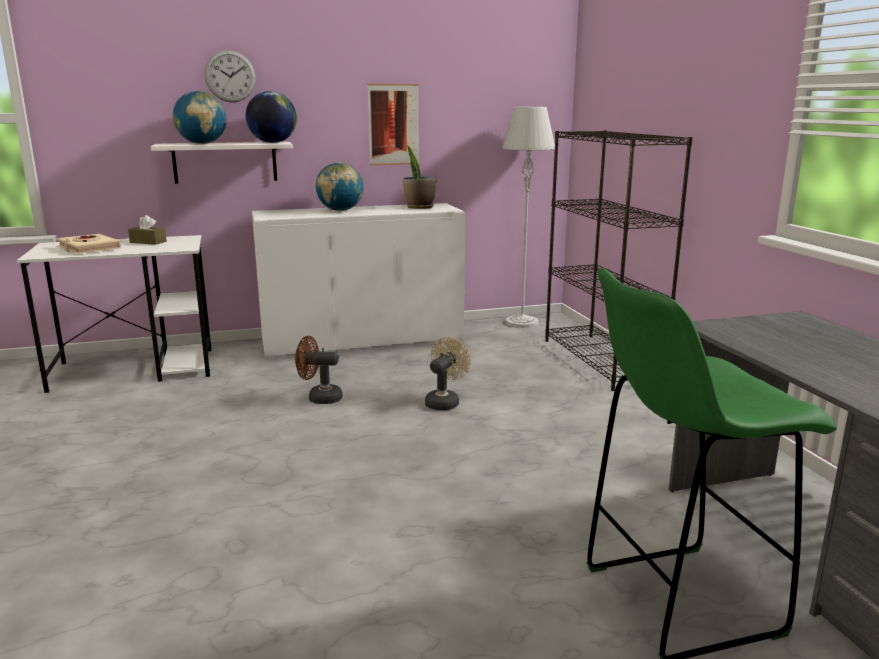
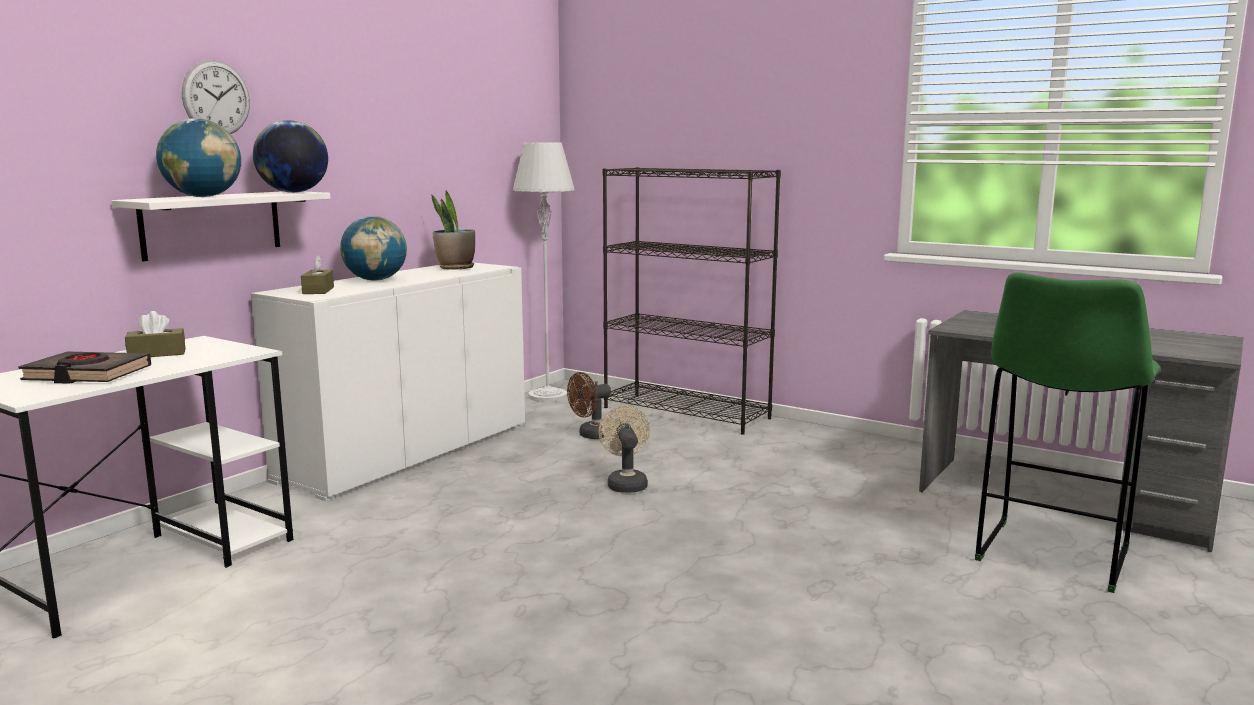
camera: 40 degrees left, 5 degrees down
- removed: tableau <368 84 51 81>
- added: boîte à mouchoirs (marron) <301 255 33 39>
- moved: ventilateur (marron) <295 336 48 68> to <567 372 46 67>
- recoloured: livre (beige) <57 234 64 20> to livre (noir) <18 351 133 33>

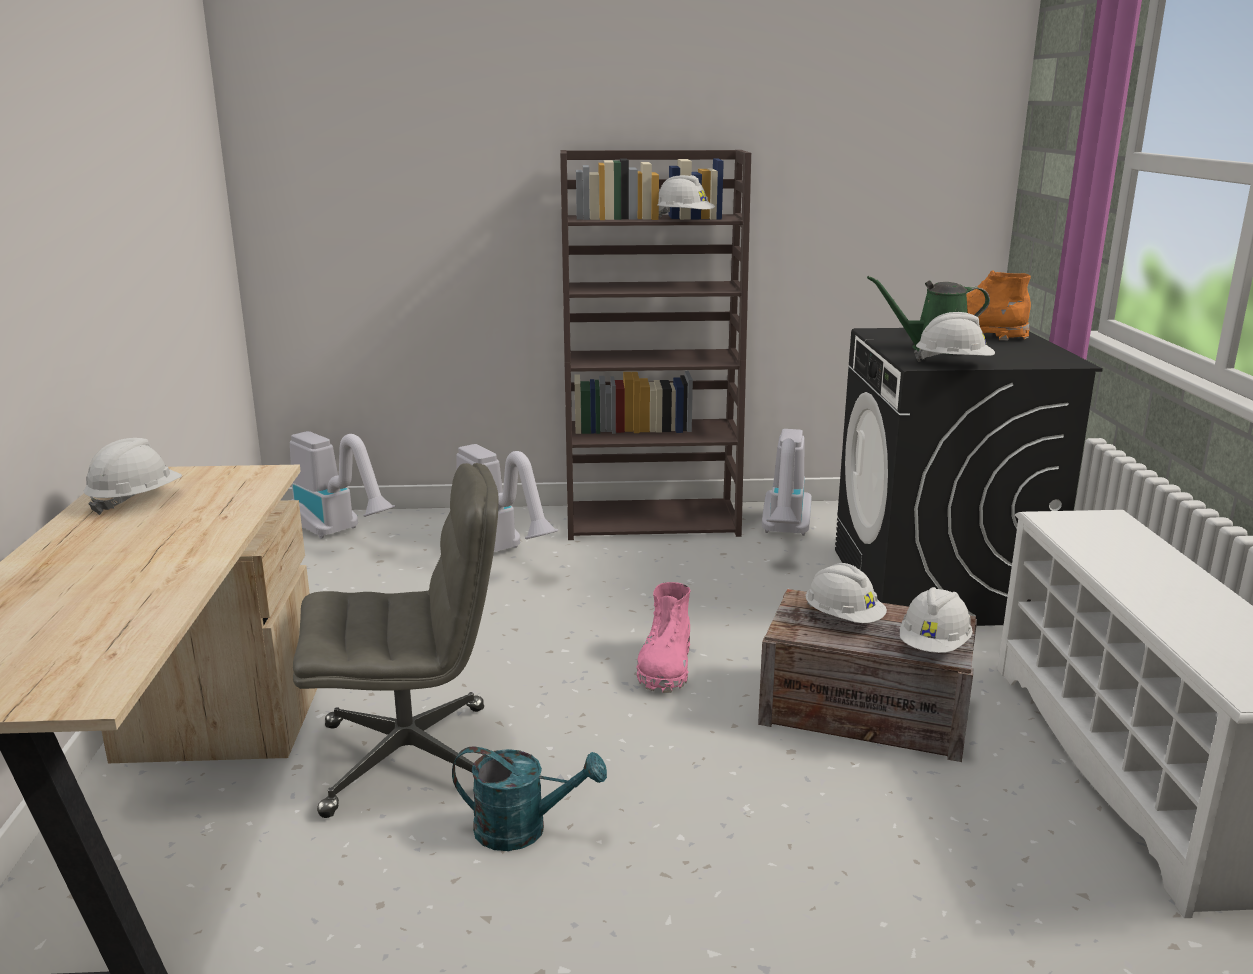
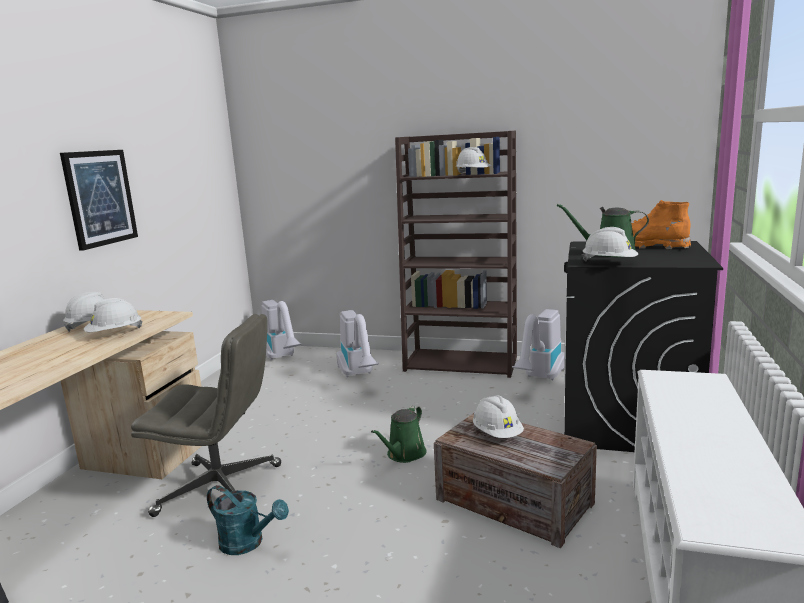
camera: 20 degrees right, 5 degrees down
- added: tableau <60 150 78 101>
- moved: casque de chantier (blanc) <900 587 73 66> to <84 298 59 34>
- replaced: botte (rose) <636 582 55 111> to arrosoir (vert) <371 406 56 57>

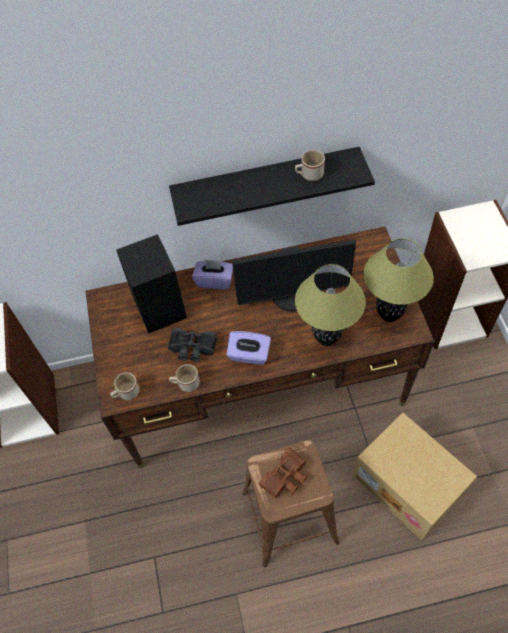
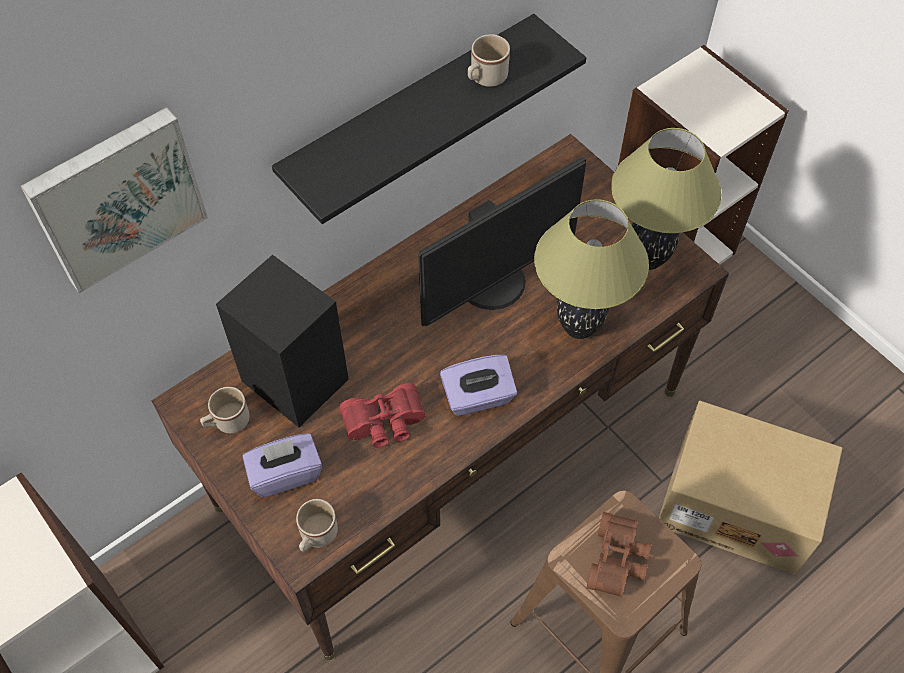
camera: 30 degrees left, 0 degrees up
- added: tableau <20 107 188 186>
- moved: mug (beige) <169 364 31 28> to <200 387 50 46>
- moved: boîte à mouchoirs (violet) <192 259 41 30> to <243 433 79 65>
- recoloured: jumelles (noir) <168 328 49 34> to jumelles (rouge) <339 383 86 65>

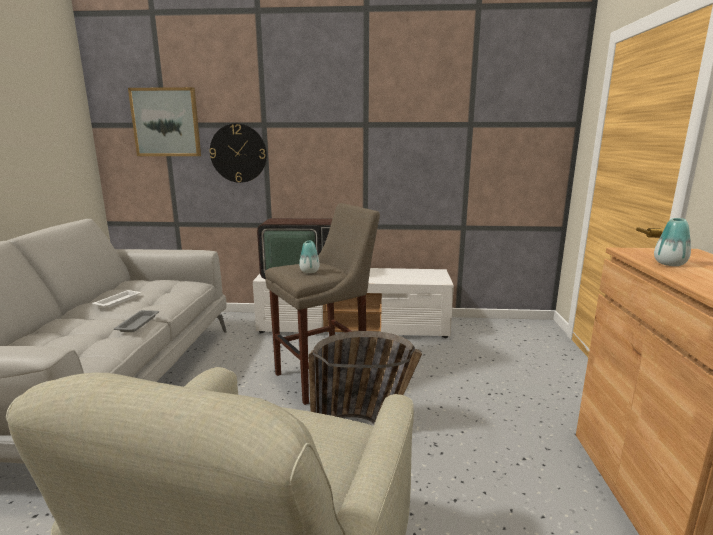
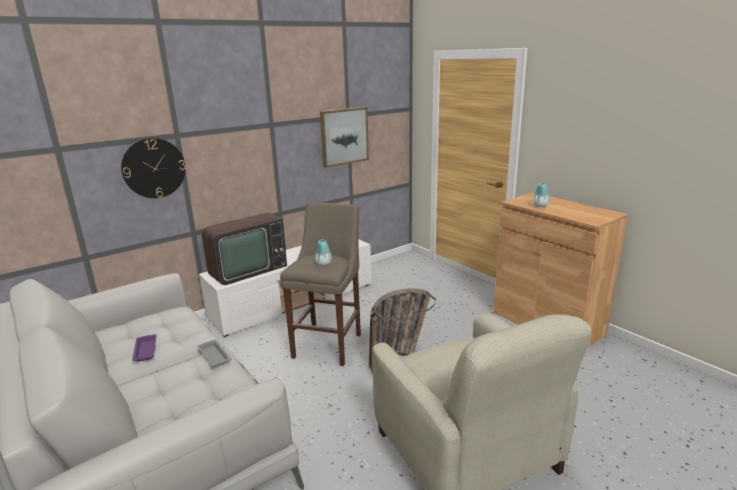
camera: 40 degrees left, 5 degrees up
- moved: tableau <128 87 73 69> to <320 107 49 61>
- recoloured: plateau (blanc) <92 290 49 18> to plateau (violet) <132 334 25 28>

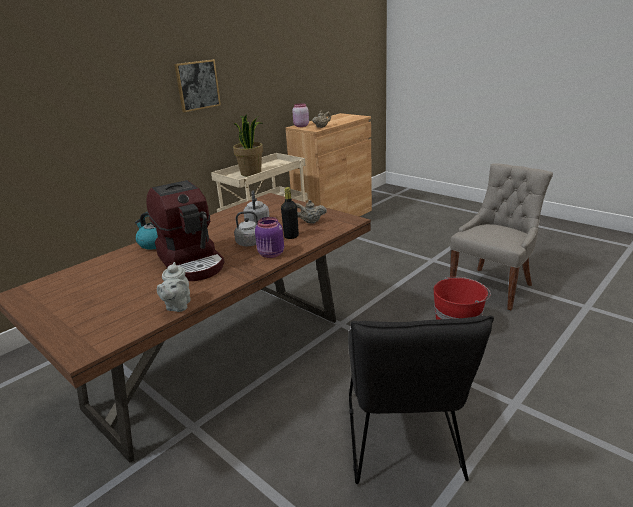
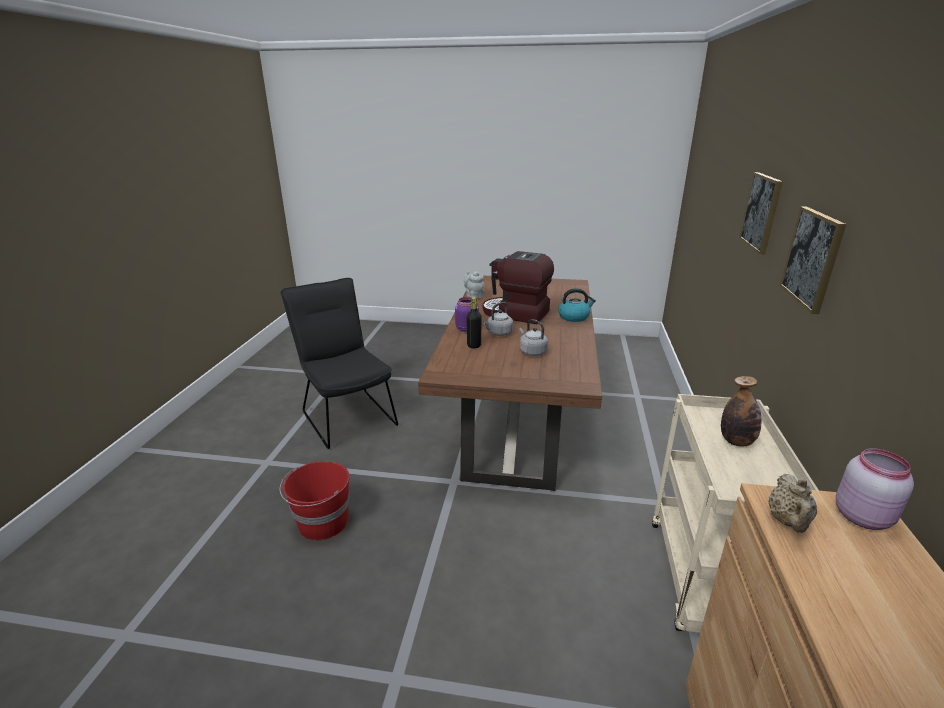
camera: 145 degrees right, 0 degrees up
- removed: théière (beige) <296 200 31 23>
- removed: chaise (gris) <450 163 103 147>
- added: tableau <739 172 44 83>
- replaced: plante en pot <233 114 30 62> to bouteille <721 376 40 71>

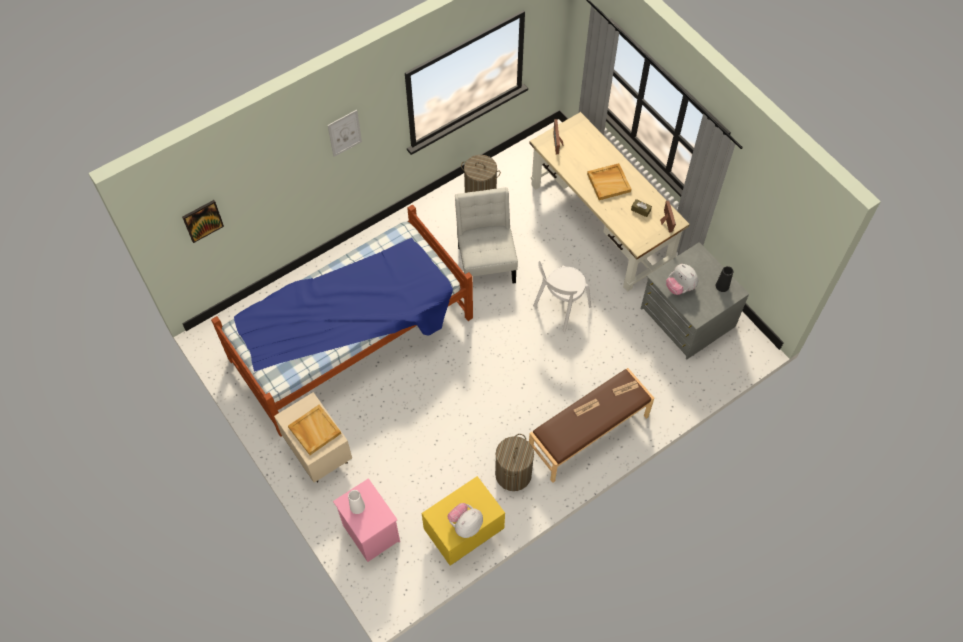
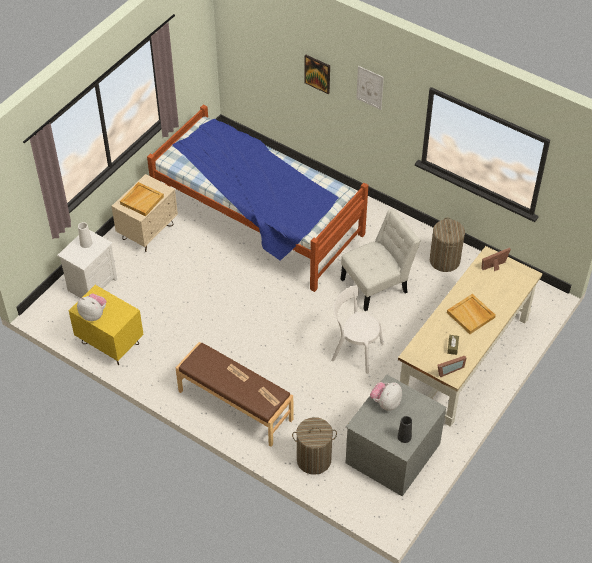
camera: 70 degrees right, 10 degrees down
- moved: tableau <182 200 42 43> to <304 55 26 39>
- moved: panier à linge <495 434 39 57> to <292 417 45 58>
- recoloured: table de chevet (rose) <333 478 67 84> to table de chevet (blanc) <57 230 60 68>

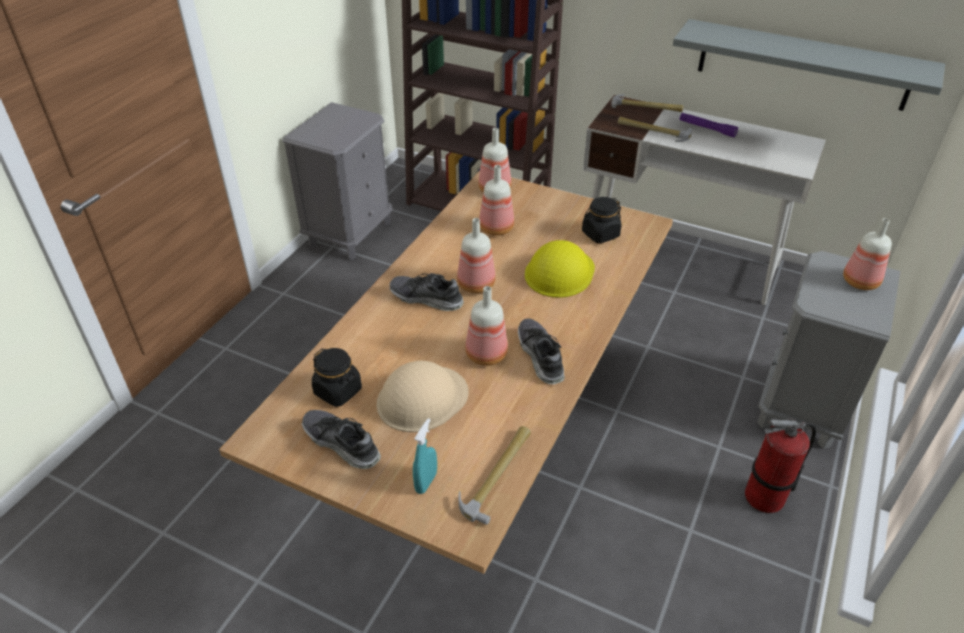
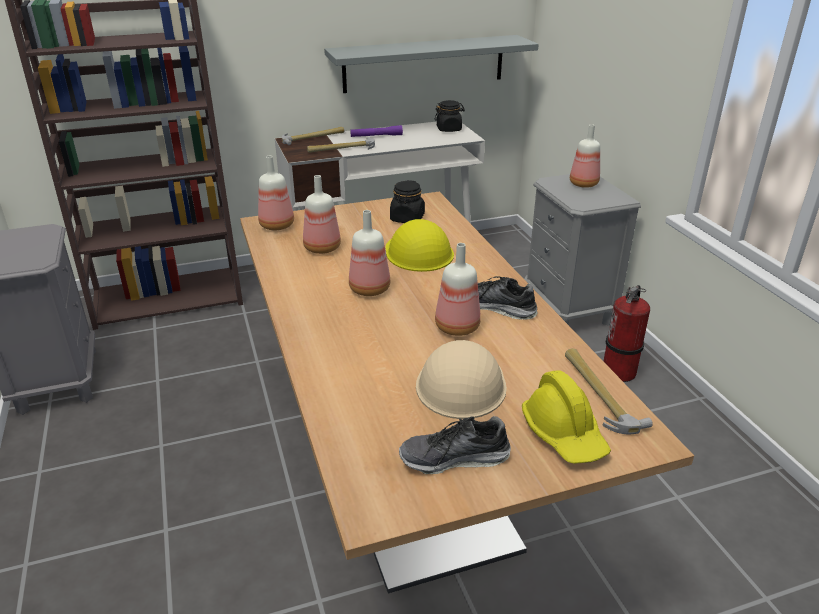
camera: 45 degrees left, 10 degrees down
- removed: chaussure <390 273 74 38>
- moved: bocal (noir) <312 348 50 59> to <435 100 30 32>
- replaced: vaporisateur (turquoise) <413 418 24 76> to casque de chantier (jaune) <522 370 89 94>

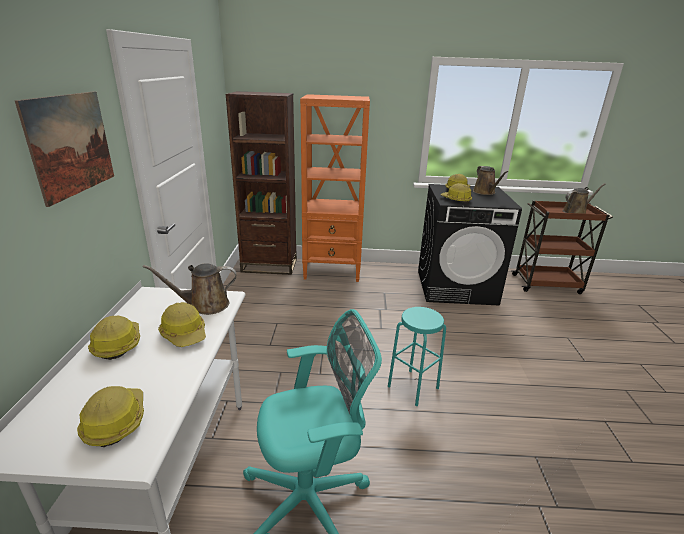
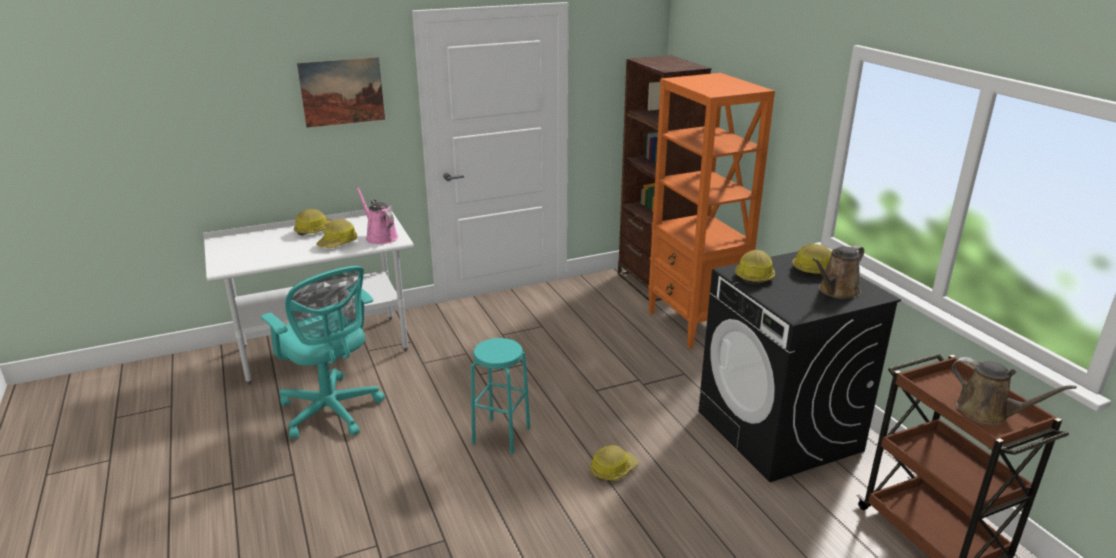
camera: 65 degrees right, 0 degrees up
- moved: casque de chantier <77 386 67 61> to <590 445 49 36>
- recoloured: arrosoir (marron) <143 263 94 52> to arrosoir (rose) <356 187 42 57>

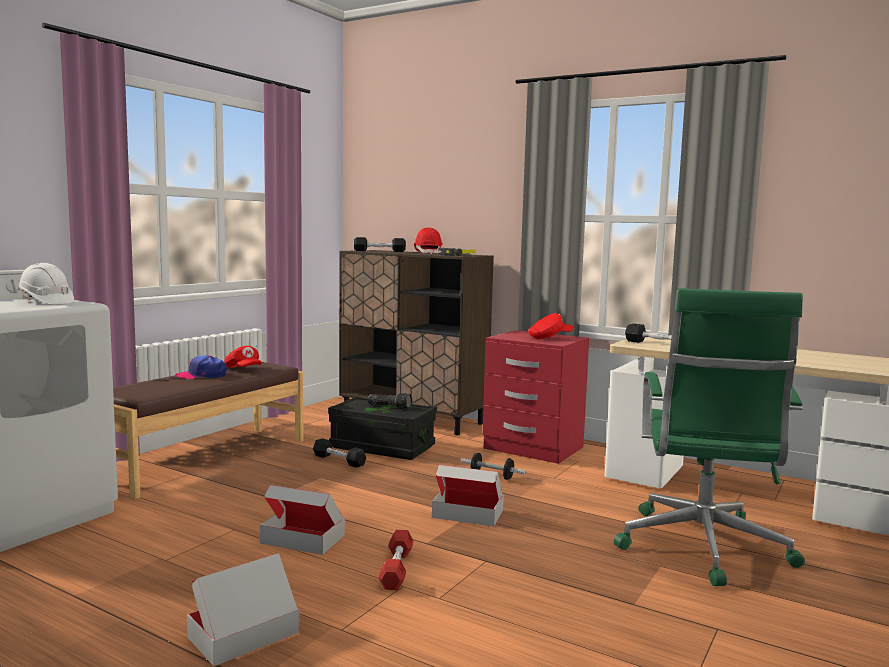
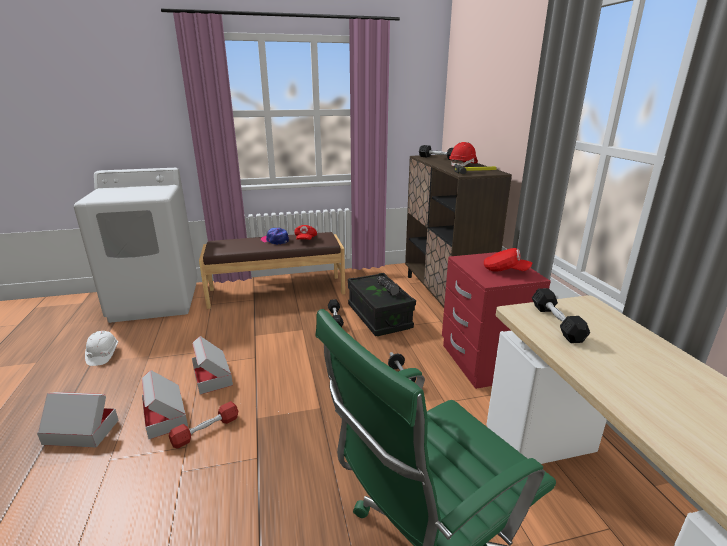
camera: 45 degrees right, 15 degrees up
- moved: casque de chantier (blanc) <17 263 57 41> to <85 331 33 35>
- moved: carton <432 465 72 62> to <142 370 46 69>

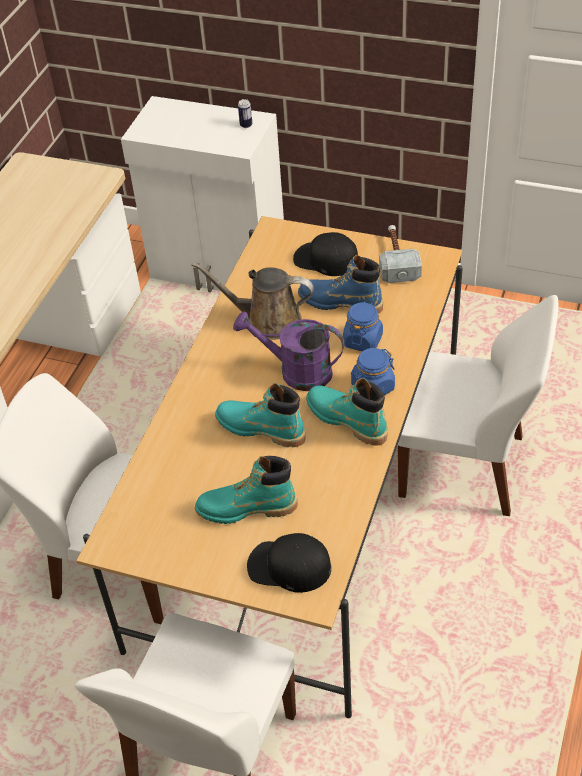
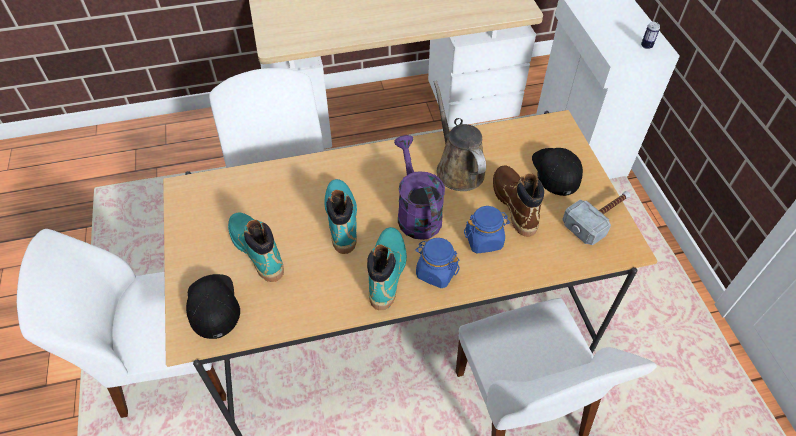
camera: 55 degrees right, 5 degrees up
- recoloured: botte (bleu) <298 255 85 59> to botte (marron) <493 166 51 71>

